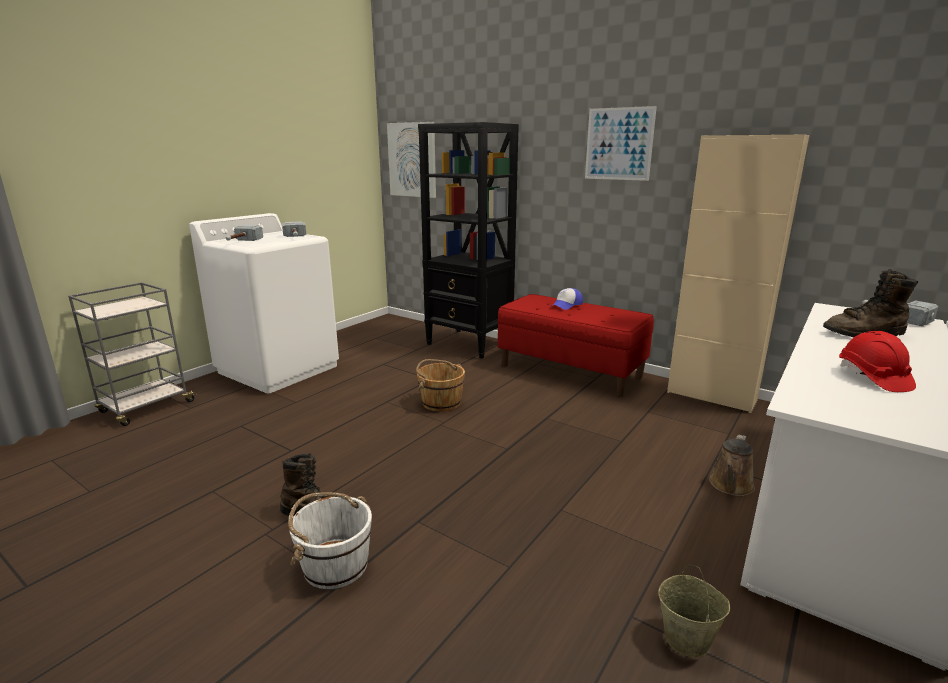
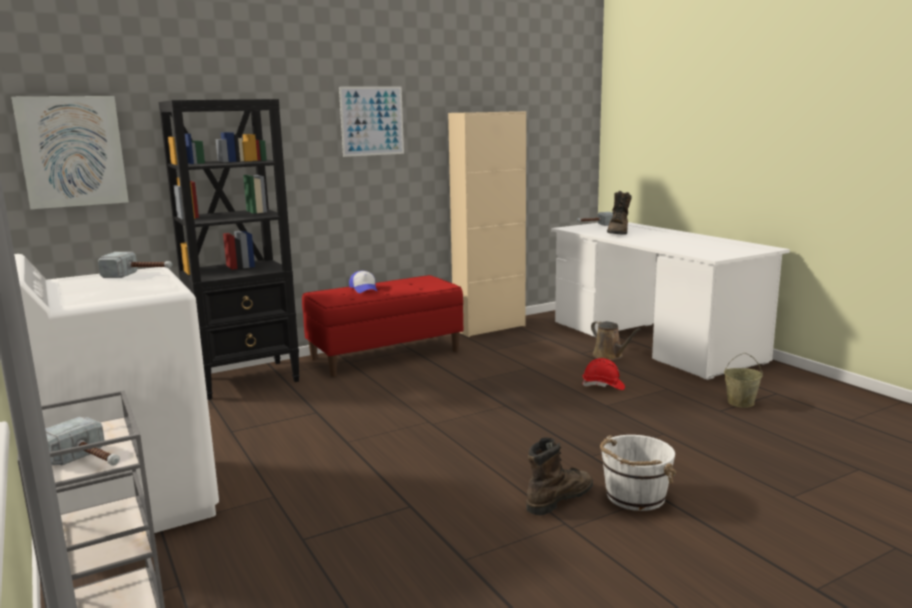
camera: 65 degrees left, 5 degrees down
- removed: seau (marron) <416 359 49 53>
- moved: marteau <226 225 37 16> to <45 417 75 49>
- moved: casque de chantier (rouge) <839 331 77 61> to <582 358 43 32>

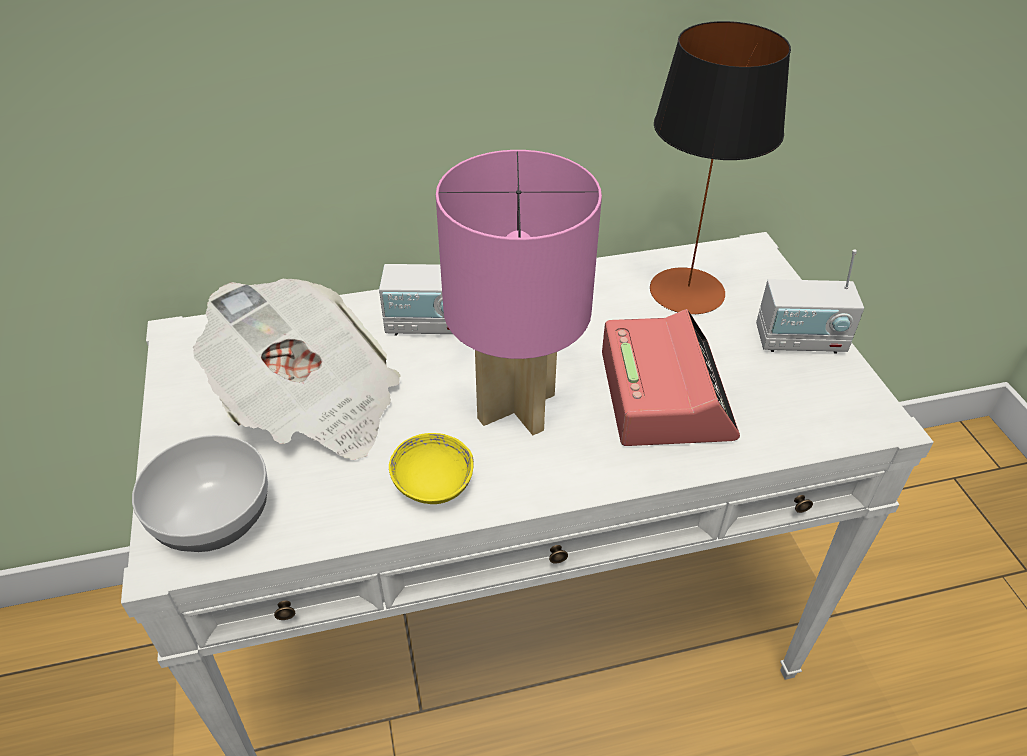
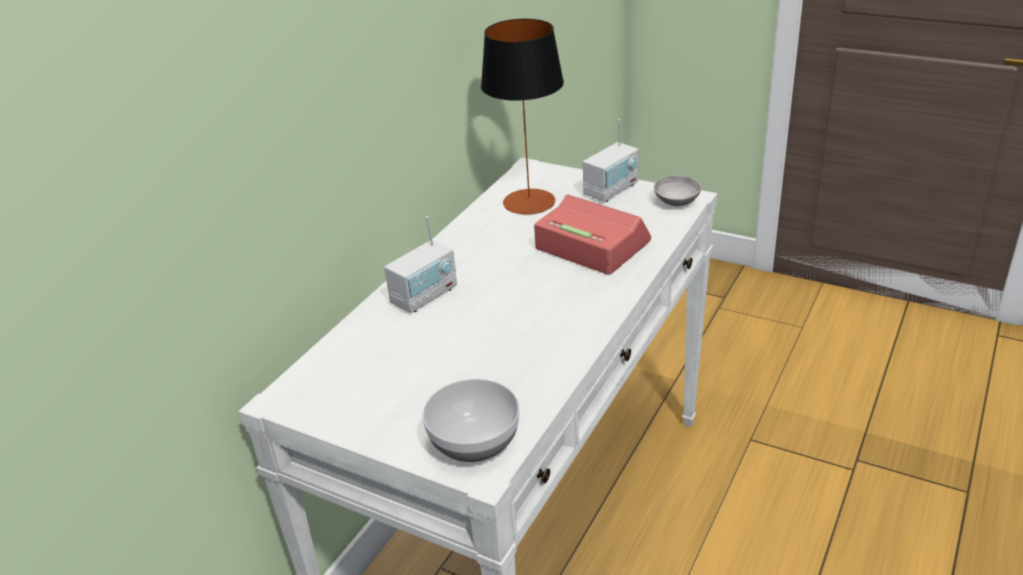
camera: 45 degrees left, 10 degrees down
- removed: journal <193 279 208 181>
- removed: bol (jaune) <389 433 85 71>
- removed: lampe de table (rose) <436 150 166 285>
- added: bol (gris) <654 175 48 31>

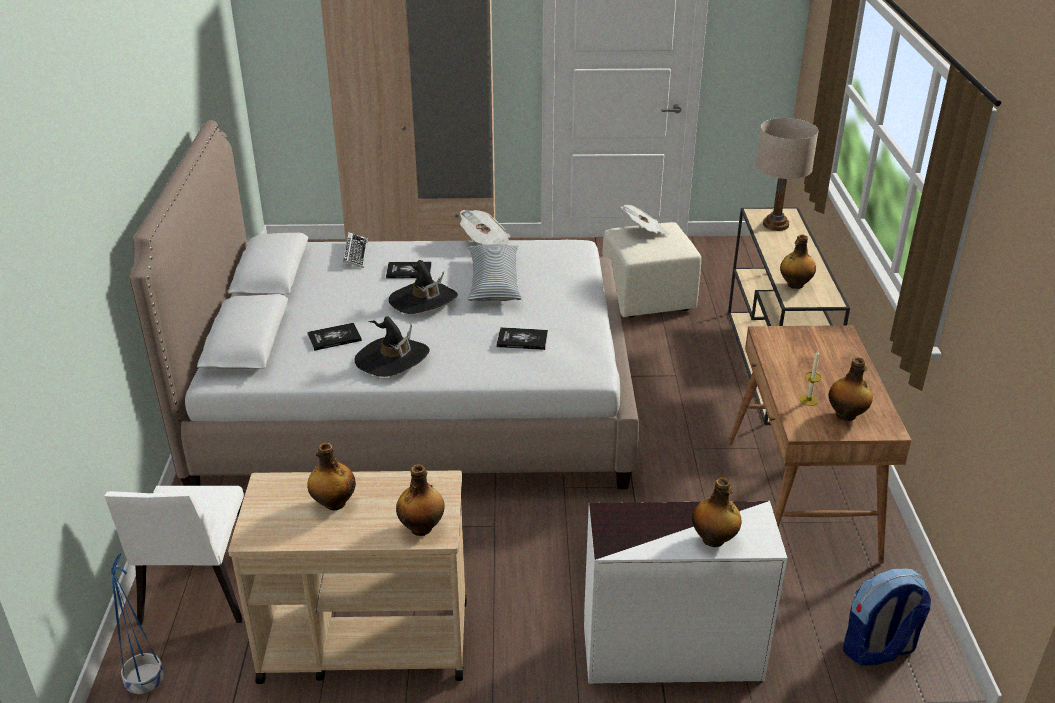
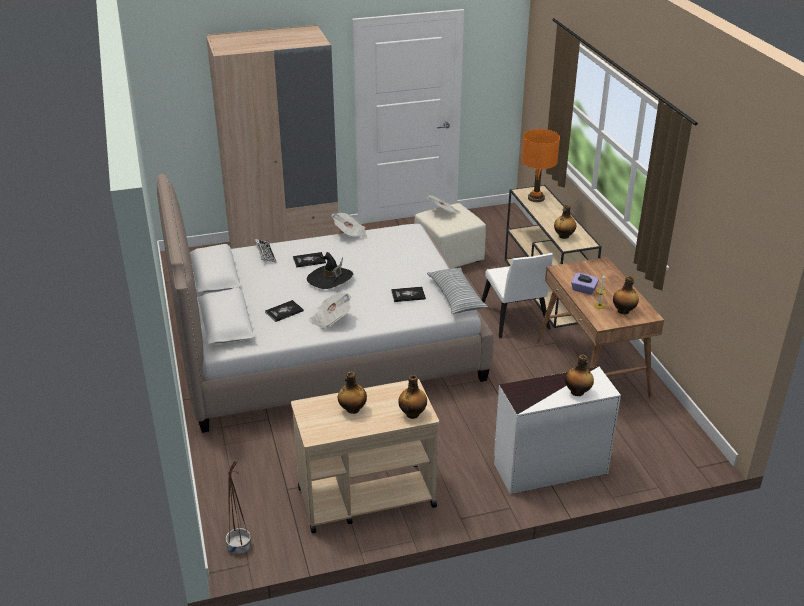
camera: 15 degrees left, 0 degrees up
- removed: sac à dos <843 569 88 97>
- added: boîte à mouchoirs (violet) <571 273 28 22>
- moved: chaise (blanc) <104 486 140 139> to <482 253 71 85>
- moved: coussin <467 244 55 57> to <427 268 61 46>
- replaced: chapeau (noir) <354 316 76 61> to journal <309 292 42 37>
- recoloured: cache-pot (bleu) <111 553 53 141> to cache-pot (marron) <225 461 27 93>
- recoloured: lampe de table (beige) <756 118 63 113> to lampe de table (orange) <521 129 39 73>

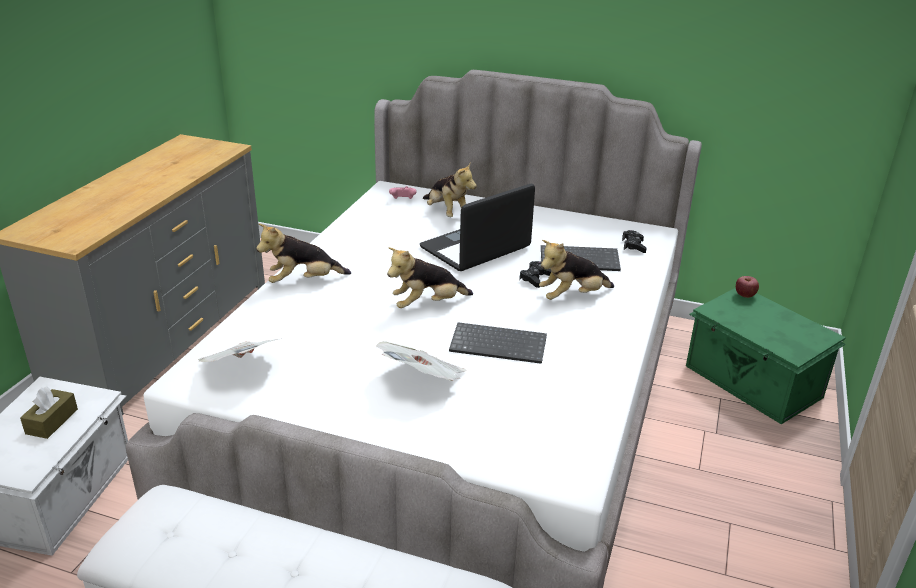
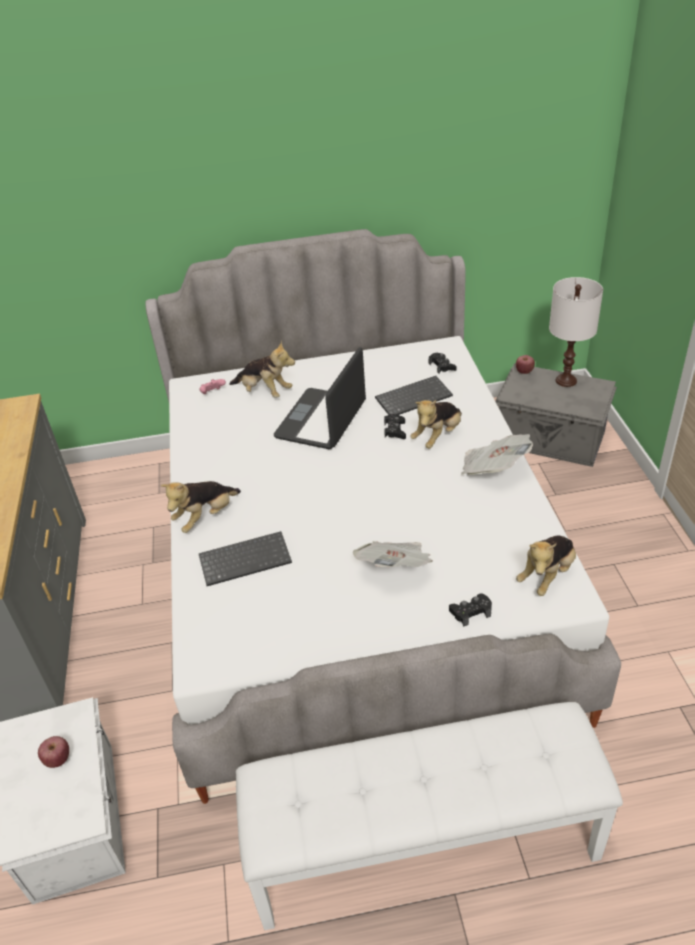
camera: 25 degrees left, 10 degrees up
- added: manette (noir) <449 593 43 33>
- added: lampe de table (blanc) <549 277 54 110>
- moved: journal <198 339 81 23> to <461 434 72 41>
- moved: peluche <387 247 86 61> to <516 536 60 60>
- moved: clavier <449 322 98 42> to <198 531 94 55>
- replaced: boîte à mouchoirs (marron) <20 386 58 53> to pomme <38 736 31 32>
- recoloured: boîte de rangement (vert) <686 288 160 136> to boîte de rangement (gris) <495 363 122 104>

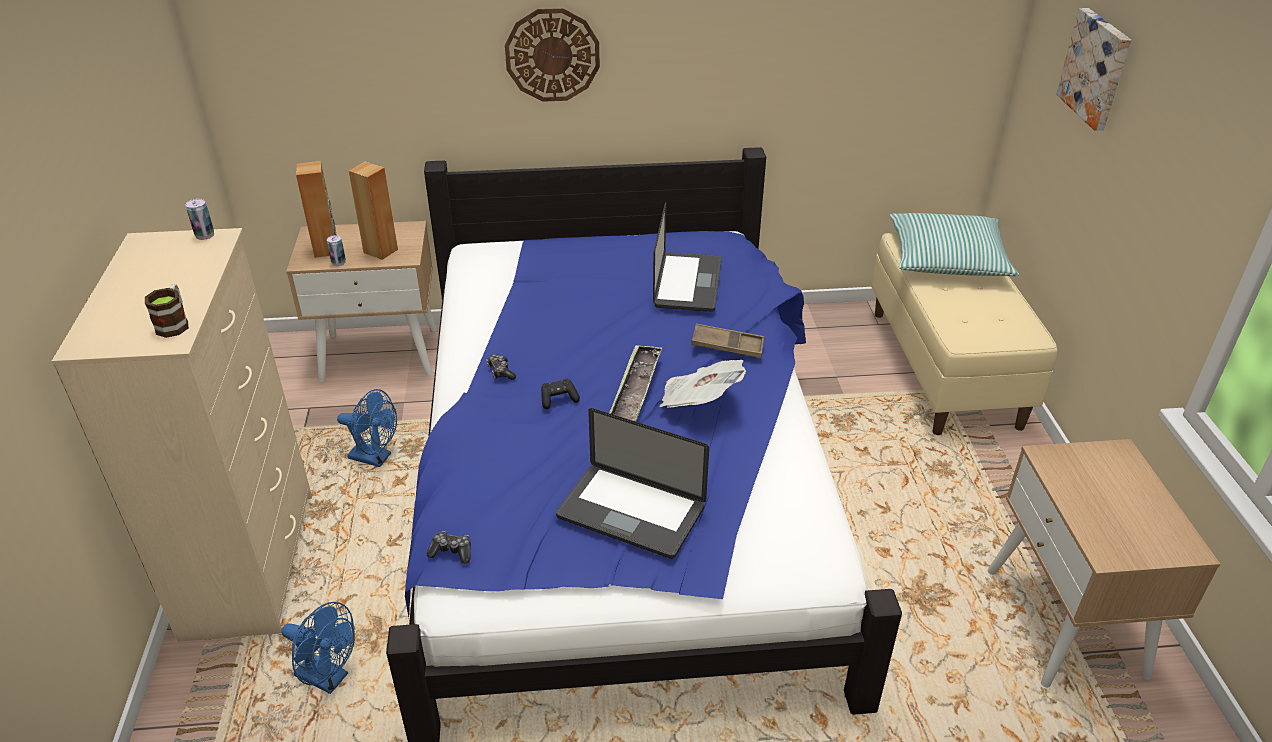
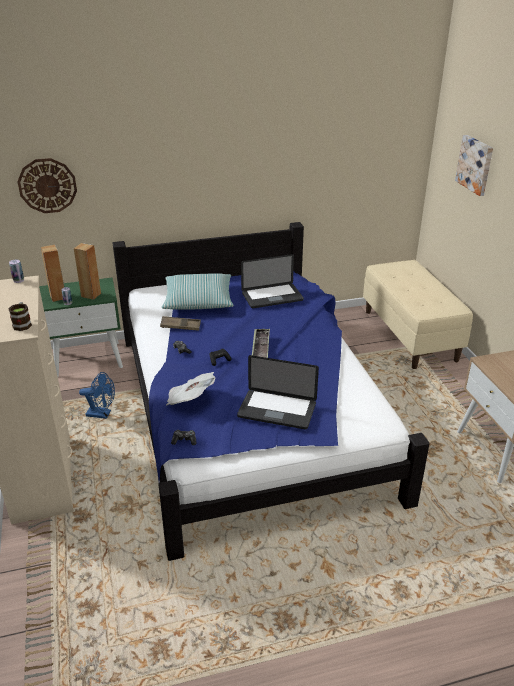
camera: 10 degrees left, 5 degrees down
- removed: ventilateur (bleu) <281 602 74 92>
- moved: horloge murale <505 8 95 94> to <17 158 60 55>
- moved: journal <660 360 86 47> to <166 372 49 34>
- moved: plateau (marron) <691 323 73 35> to <160 316 41 15>
- moved: coussin <890 213 129 63> to <161 273 73 37>
- recoloured: table de chevet (beige) <286 221 151 161> to table de chevet (vert) <39 278 84 99>
- turned: ordinateur portable <653 202 69 110> = <241 254 63 54> 75 degrees clockwise

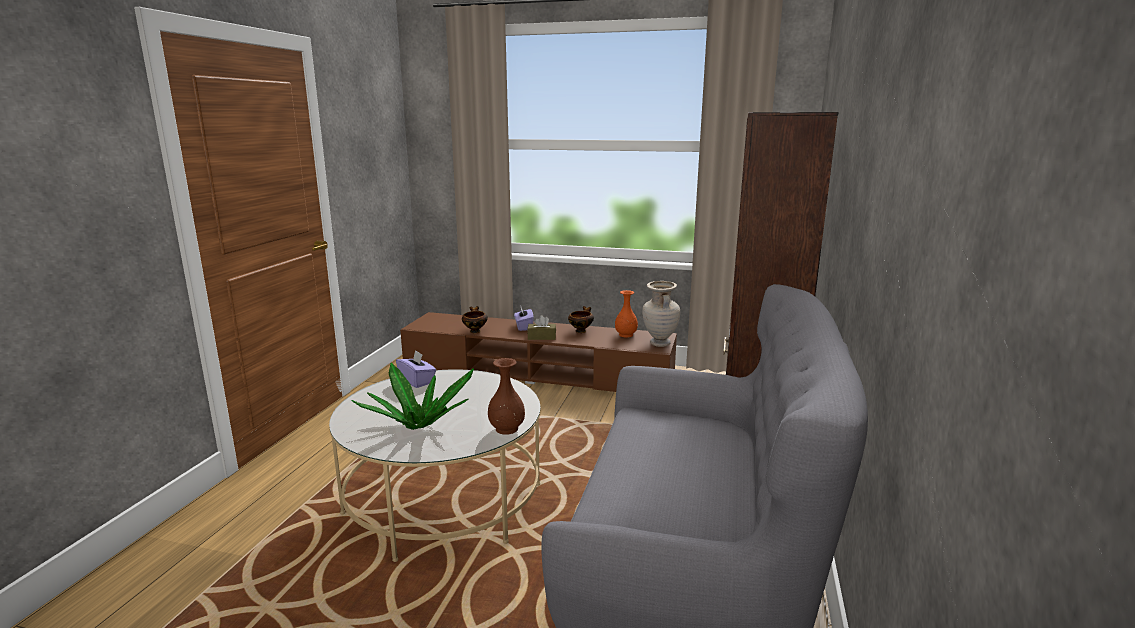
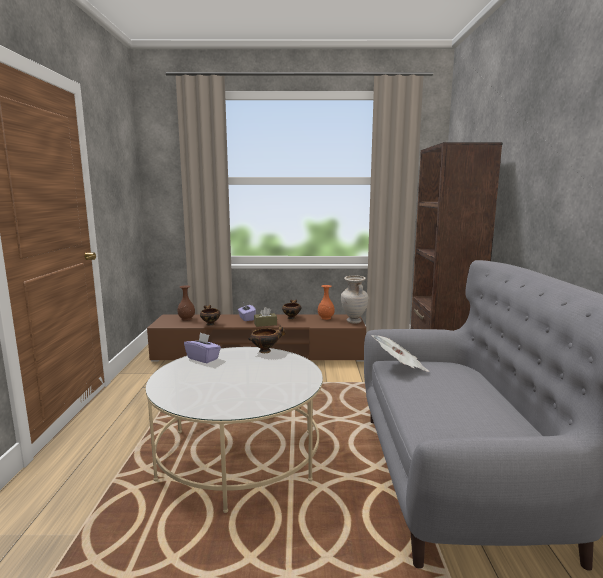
camera: 15 degrees left, 5 degrees down
- removed: plante en pot <351 363 123 67>
- added: bol <248 325 38 28>
- added: journal <371 335 59 37>
- moved: vase (marron) <488 358 37 77> to <177 286 18 35>

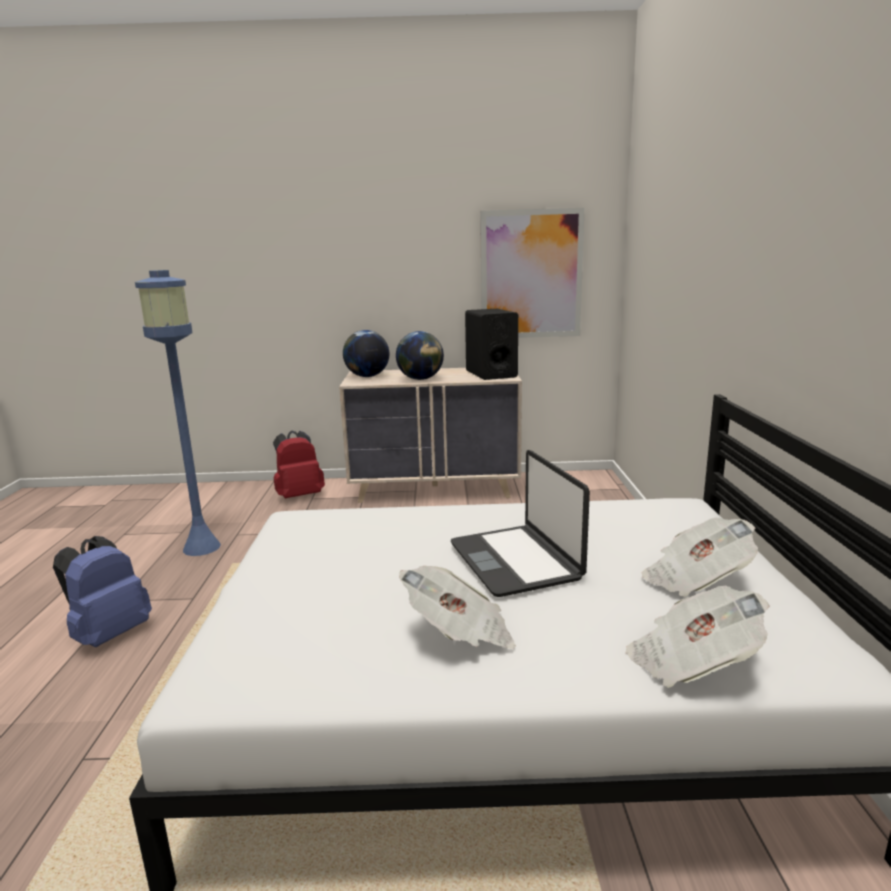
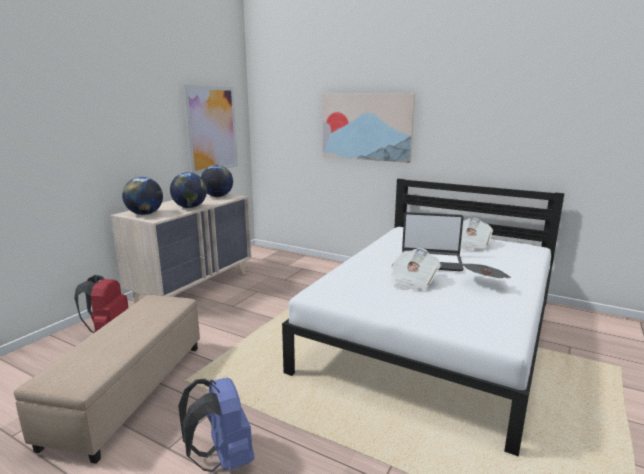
camera: 60 degrees left, 0 degrees up
- added: tableau <322 93 93 70>
- moved: journal <626 586 144 102> to <391 248 49 42>
- replaced: lampadaire (bleu) <135 270 86 286> to pouf (beige) <14 295 186 169>
- replaced: enceinte (noir) <465 309 53 71> to globe <201 165 32 32>

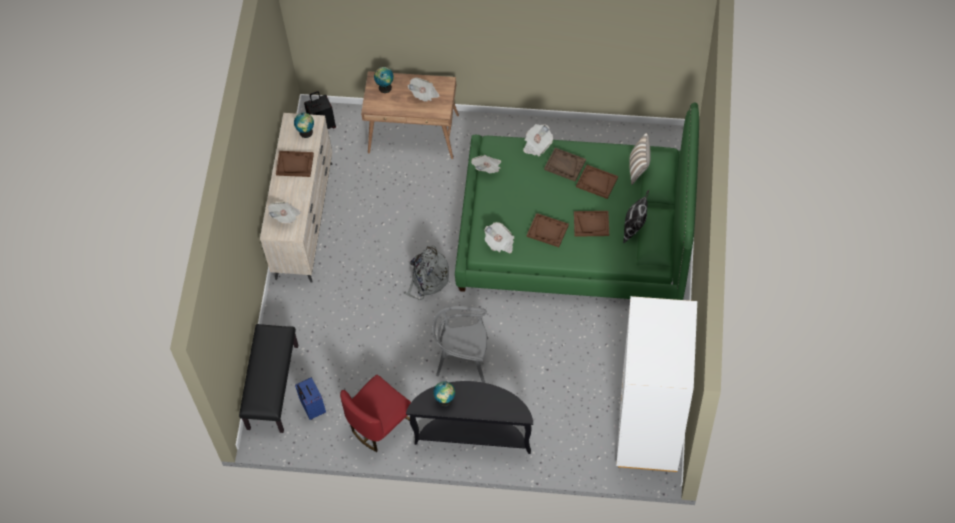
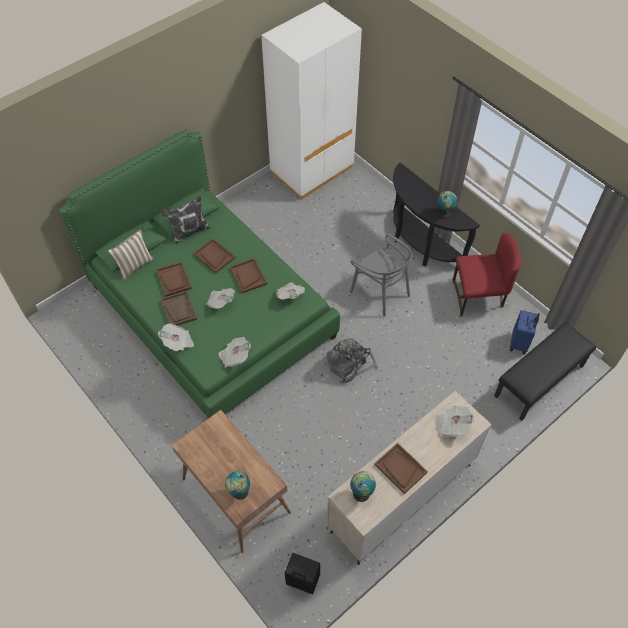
camera: 140 degrees left, 5 degrees down
- moved: journal <408 77 32 25> to <206 288 29 21>

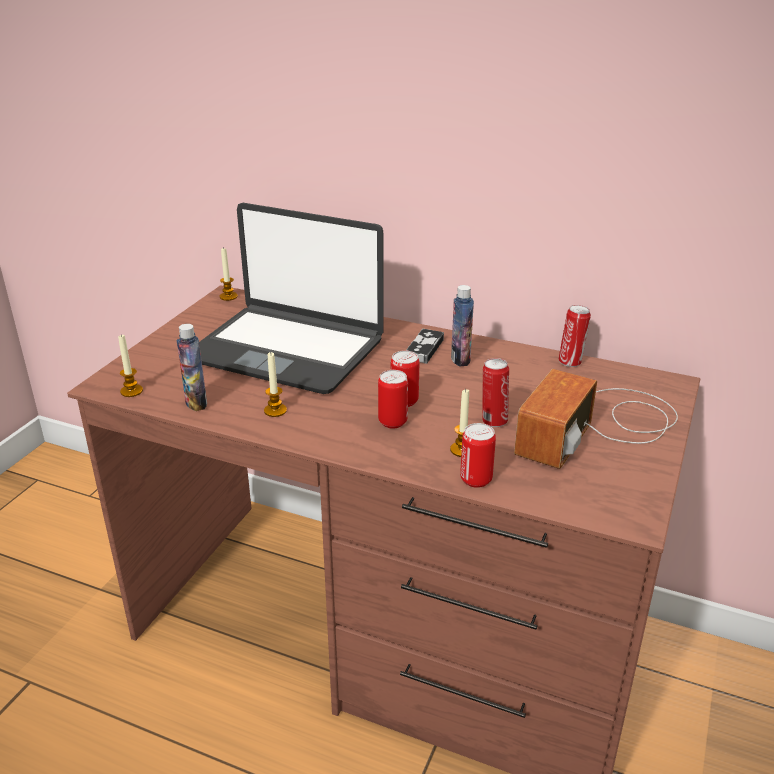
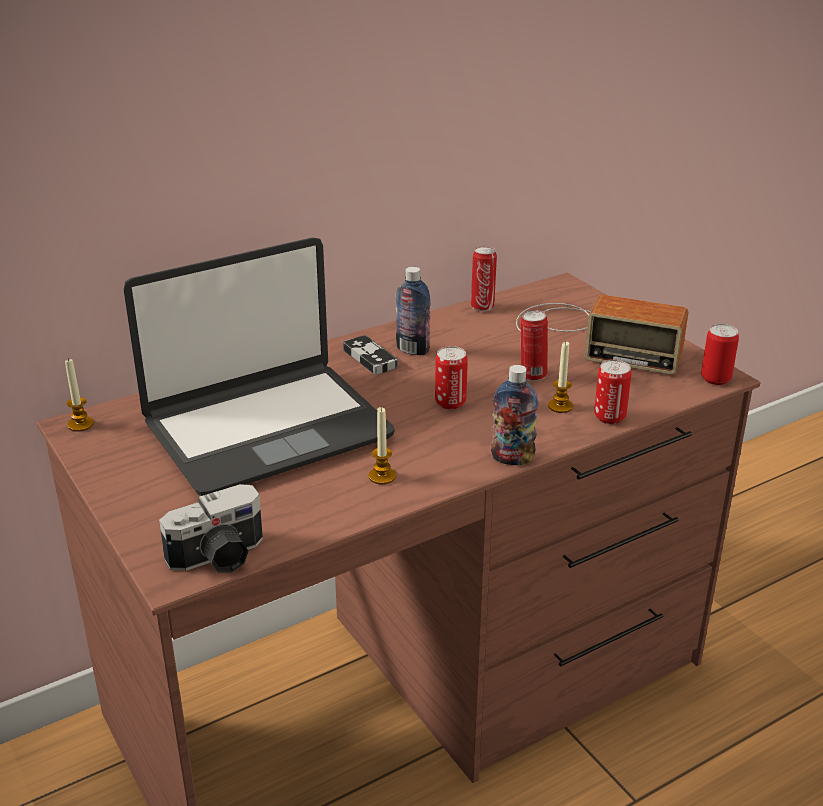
camera: 55 degrees left, 0 degrees up
- moved: bouteille <177 324 30 87> to <491 365 48 100>
- moved: boîte métallique <378 370 30 58> to <701 324 38 61>
- replaced: bougie <118 335 25 62> to appareil photo <159 484 104 89>
- turned: radio <514 369 164 100> = <516 295 172 79> 45 degrees counterclockwise

